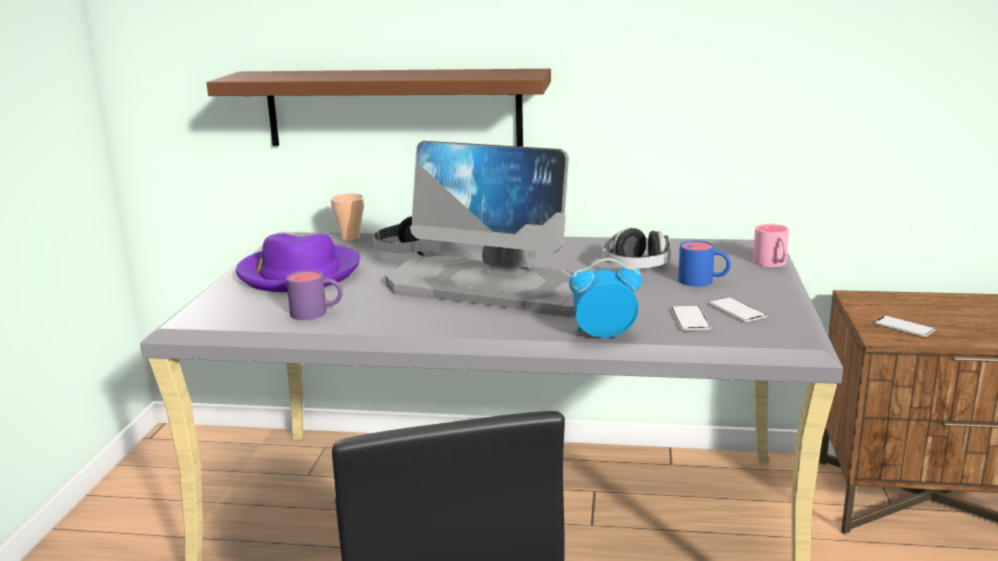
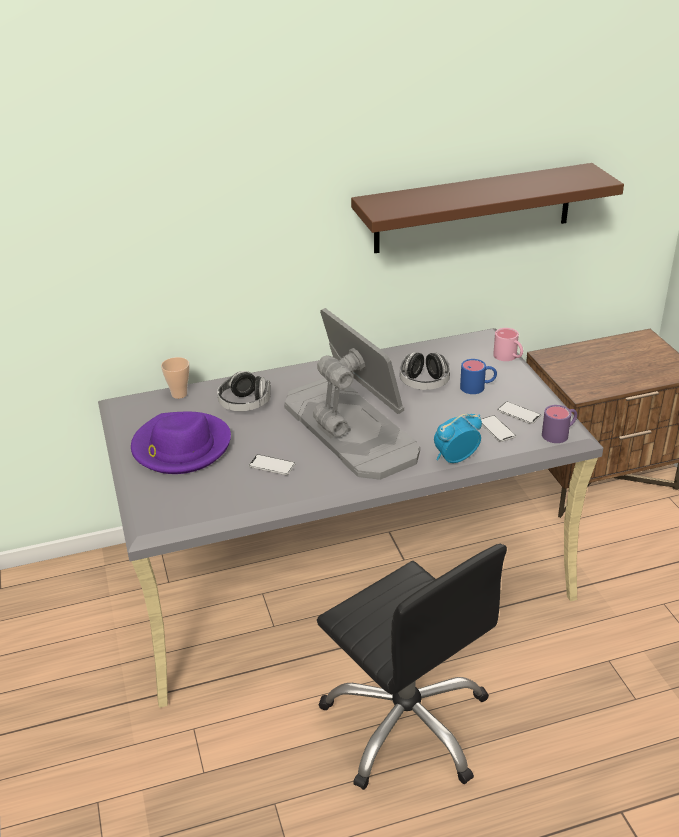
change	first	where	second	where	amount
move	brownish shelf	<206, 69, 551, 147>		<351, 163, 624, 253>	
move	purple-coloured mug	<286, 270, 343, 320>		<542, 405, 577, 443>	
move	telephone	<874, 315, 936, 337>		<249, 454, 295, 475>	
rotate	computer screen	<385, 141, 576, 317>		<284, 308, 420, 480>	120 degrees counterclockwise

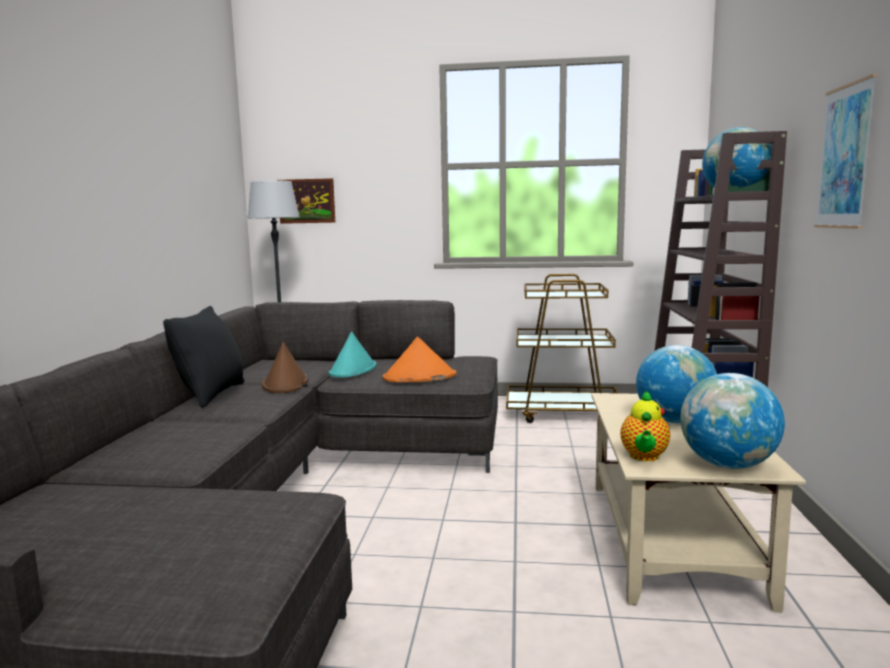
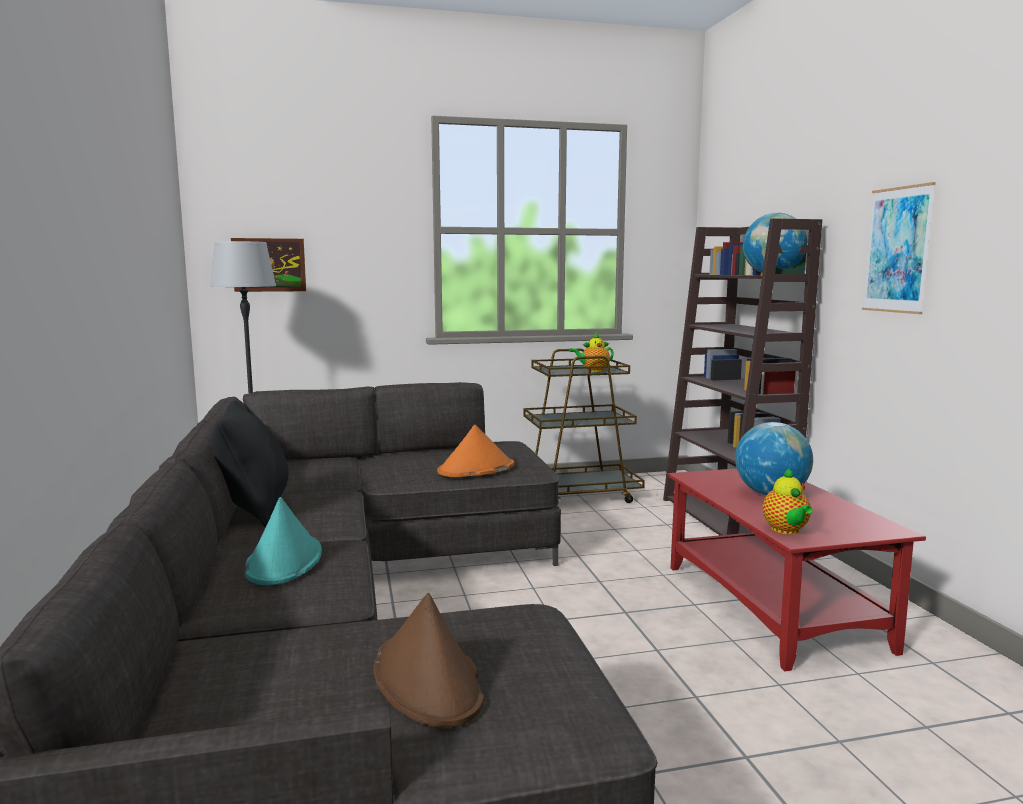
change	first	where	second	where	amount
delete	world globe	<680, 373, 785, 469>			
insert			tea pot	<569, 333, 614, 372>	
move	brownish clothing hat	<262, 342, 308, 393>		<374, 593, 485, 728>	
move	blue-green clothing hat	<328, 331, 377, 378>		<245, 497, 322, 585>	
recolor	sand-coloured low table	<591, 393, 806, 612>	reddish low table	<667, 468, 926, 671>	

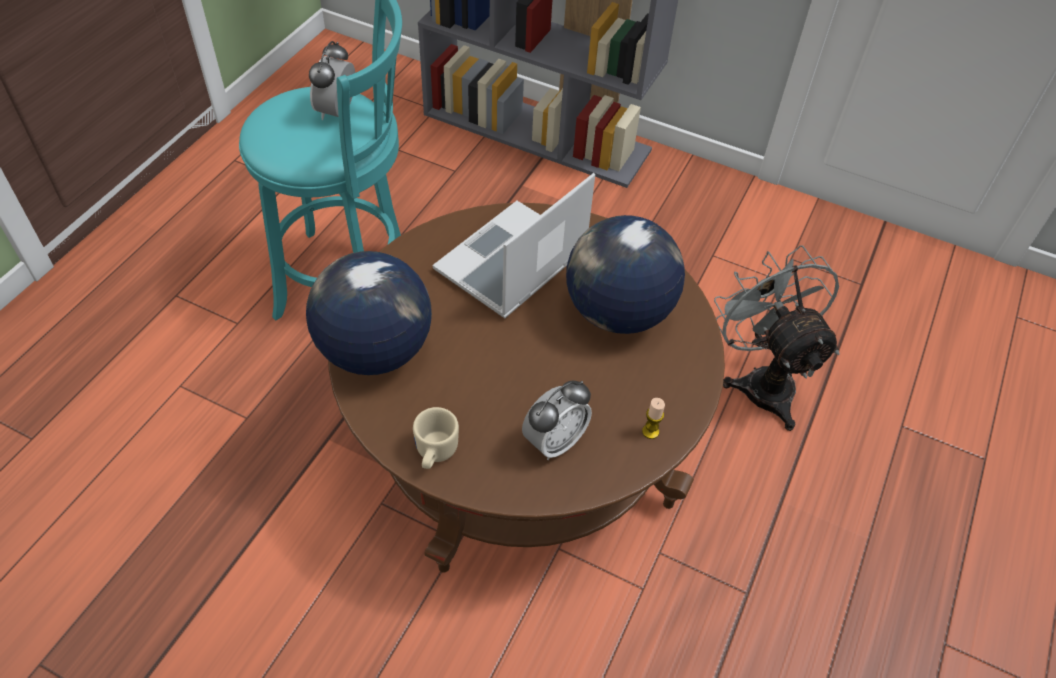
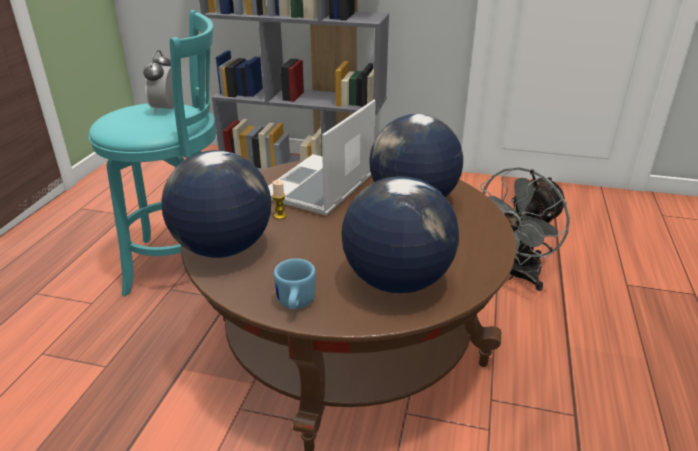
change	first	where	second	where	amount
move	wax light	<642, 398, 665, 439>		<272, 180, 287, 219>	
replace	table clock	<522, 381, 592, 460>	world globe	<341, 176, 459, 293>	
recolor	sand-coloured mug	<413, 407, 459, 469>	blue-coloured mug	<274, 258, 316, 309>	
rotate	gray cooling fan	<714, 245, 840, 431>		<480, 167, 570, 291>	105 degrees counterclockwise

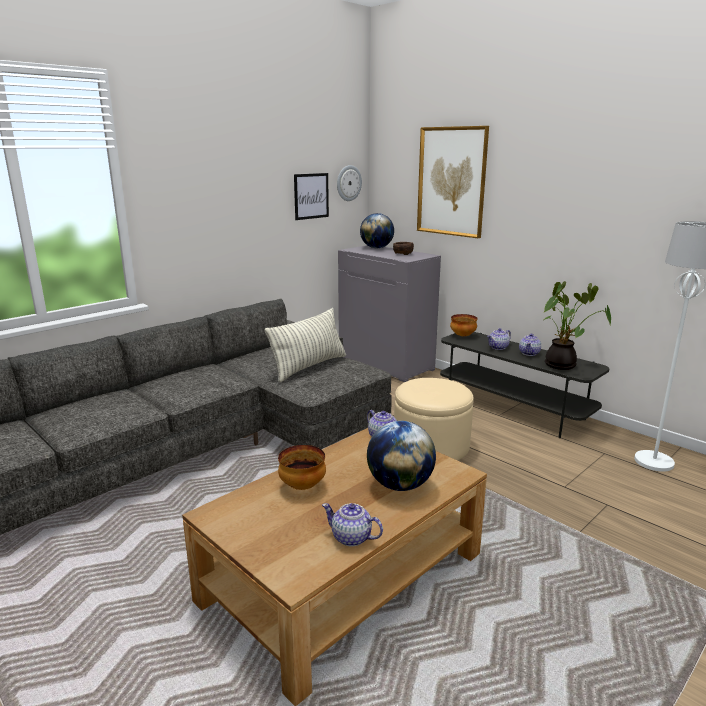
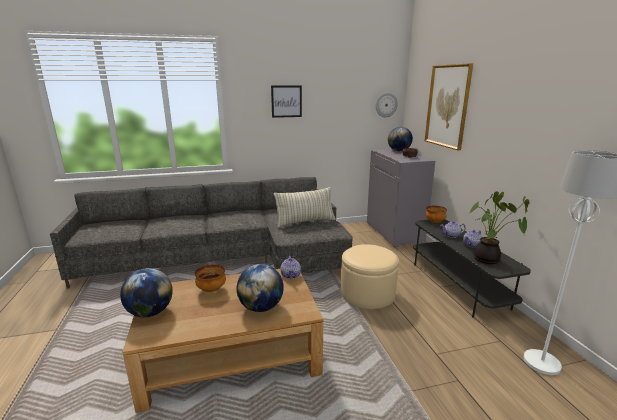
change	first	where	second	where	amount
delete	tea pot	<322, 503, 383, 546>			
insert			world globe	<120, 268, 173, 317>	
move	picture	<294, 173, 329, 220>		<271, 85, 302, 118>	

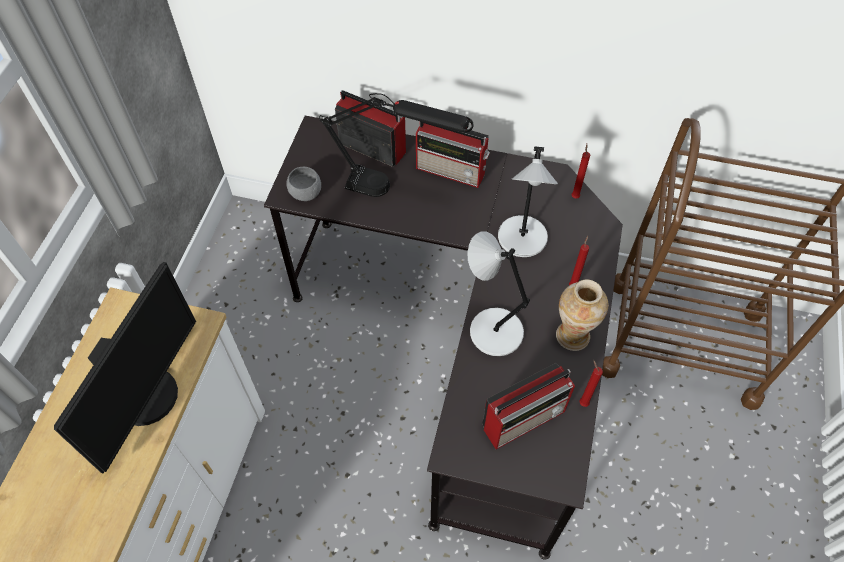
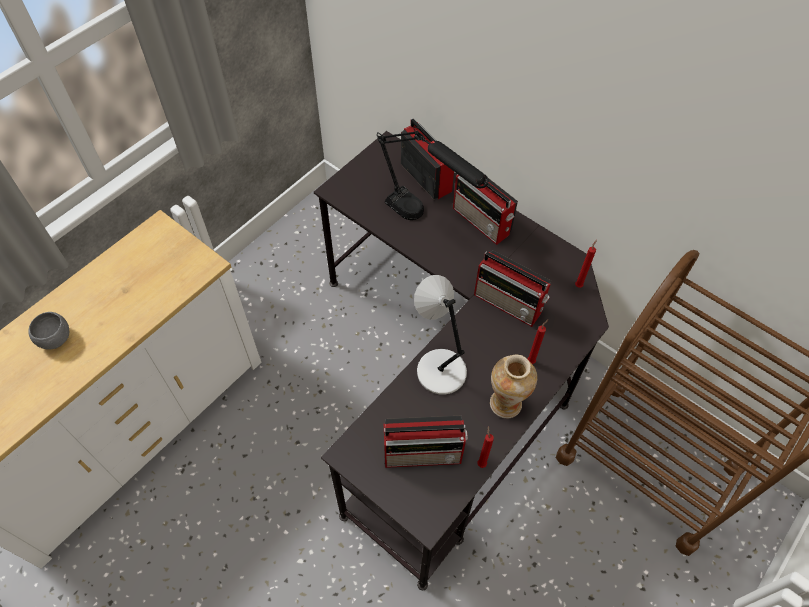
change	first	where	second	where	amount
delete	computer screen	<54, 262, 196, 473>			
move	gray deep dish	<286, 167, 321, 201>		<29, 312, 69, 350>	
replace	gray lamp for a table	<498, 146, 558, 257>	radio set	<474, 250, 551, 327>	

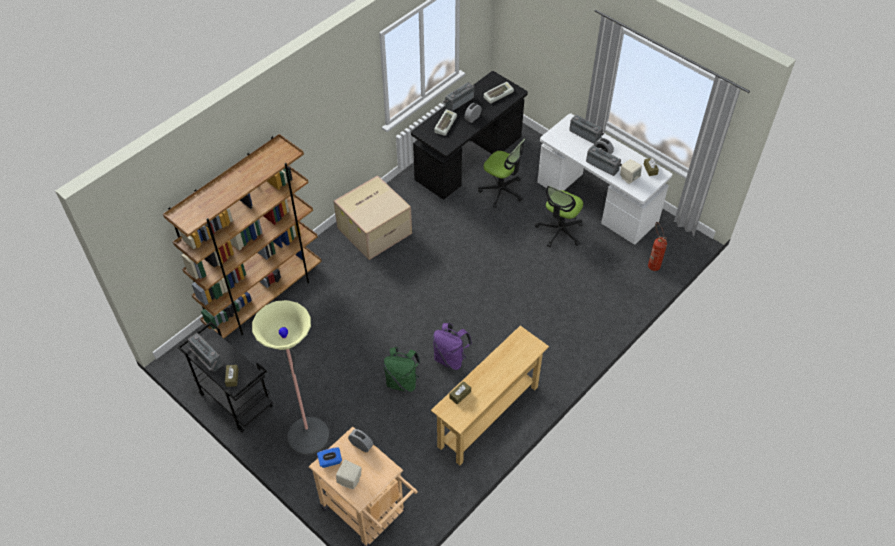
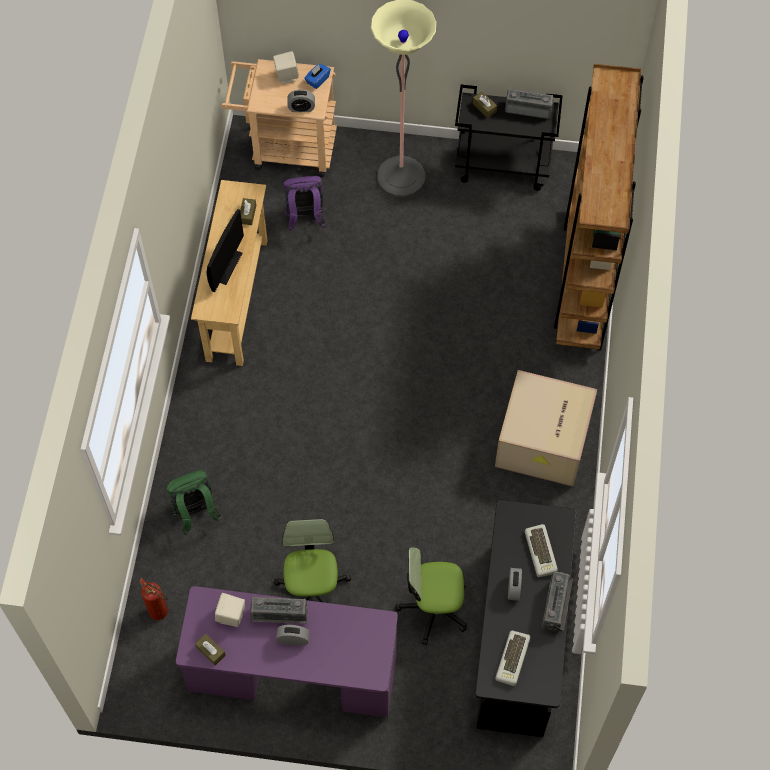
change	first	where	second	where	amount
delete	radio set	<569, 115, 604, 144>			
insert			computer screen	<206, 209, 244, 292>	
move	greenish knapsack	<383, 347, 420, 392>		<167, 470, 222, 534>	
move	purple-coloured knapsack	<433, 323, 472, 370>		<283, 176, 327, 231>	
recolor	whitish desk	<537, 114, 672, 245>	purple-coloured desk	<176, 586, 398, 717>	

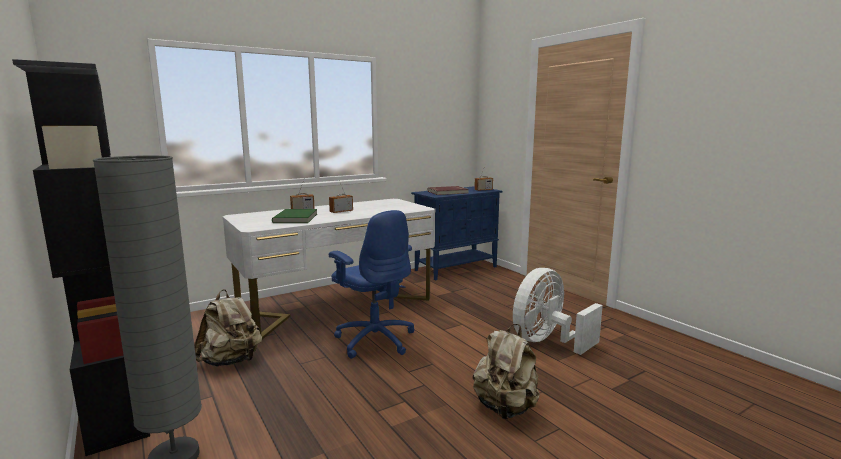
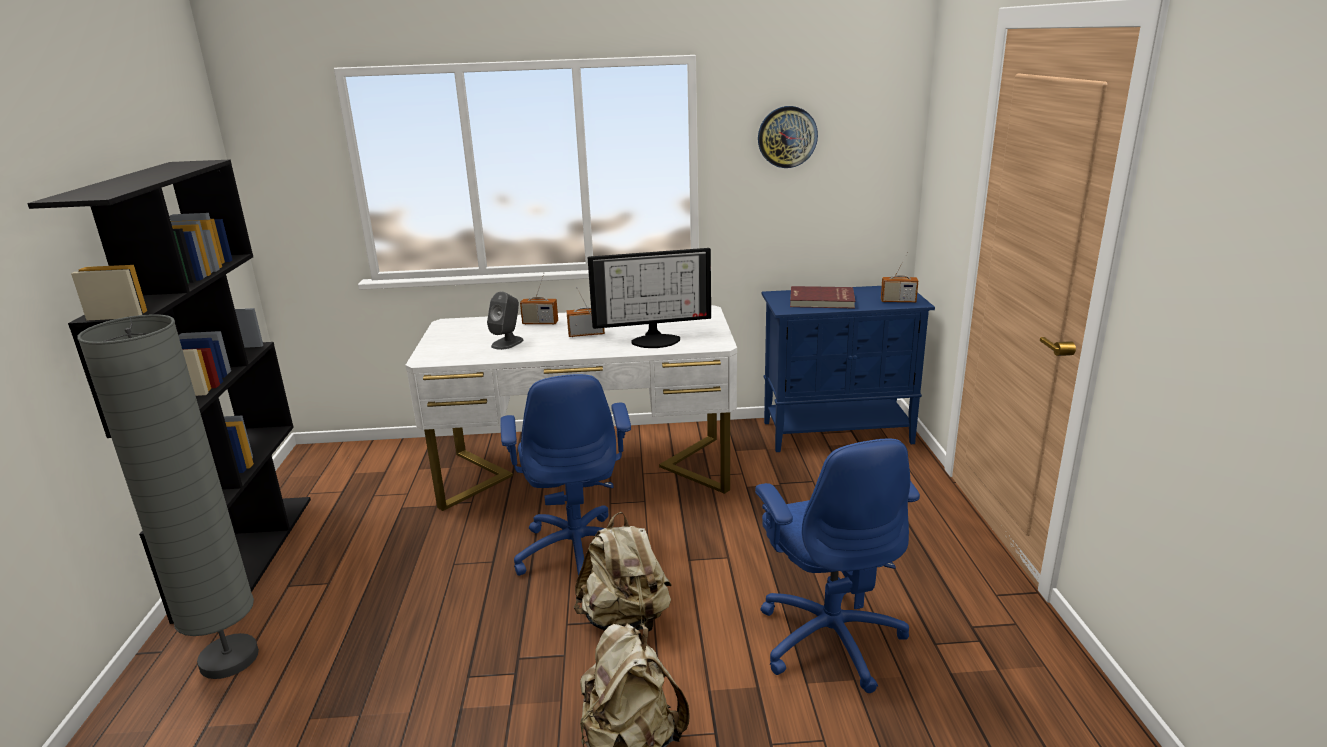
change	first	where	second	where	amount
insert			computer screen	<588, 248, 711, 348>	
insert			wall clock	<758, 106, 818, 168>	
move	sand-coloured knapsack	<194, 289, 262, 367>		<573, 512, 672, 632>	
replace	greenish volume	<272, 209, 317, 223>	gray loudspeaker	<487, 291, 523, 350>	
replace	whitish cooling fan	<513, 268, 603, 355>	blue-coloured office chair	<755, 438, 920, 693>	

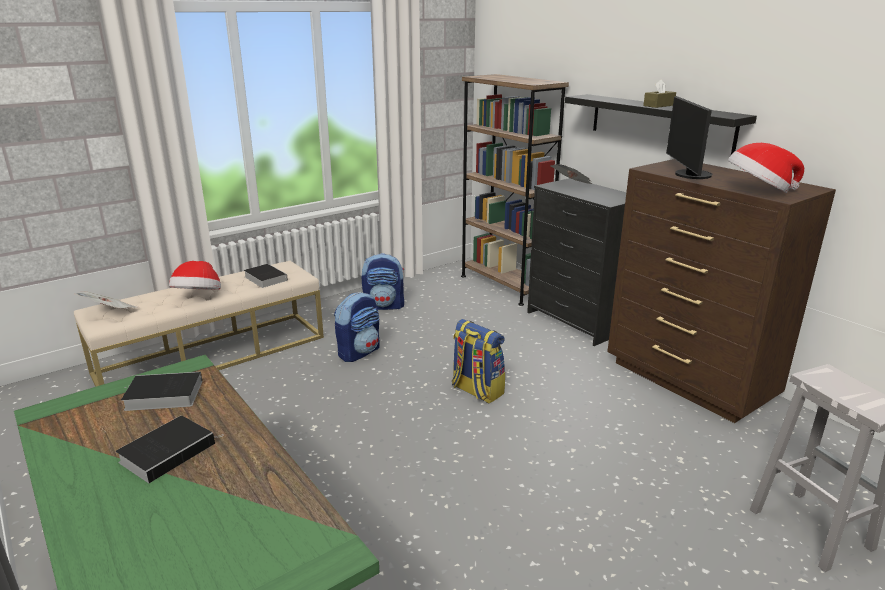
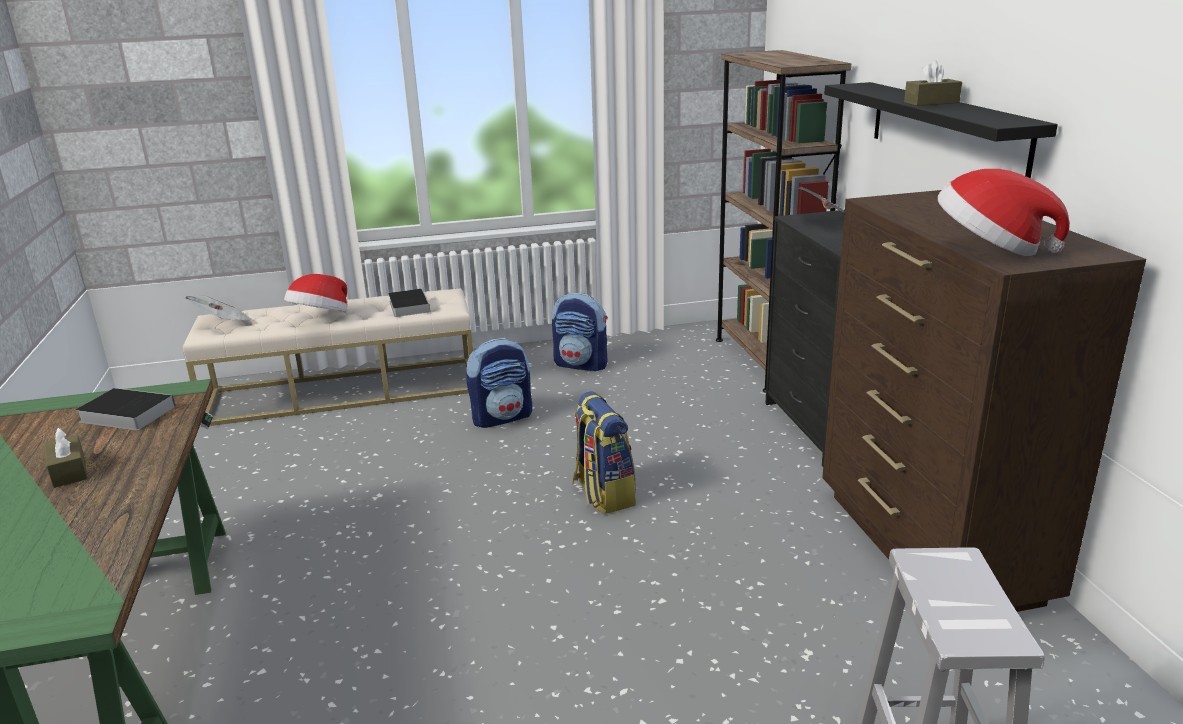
change	first	where	second	where	amount
delete	computer screen	<666, 96, 713, 179>			
replace	volume	<116, 416, 224, 483>	brownish box of tissues	<45, 428, 88, 488>	

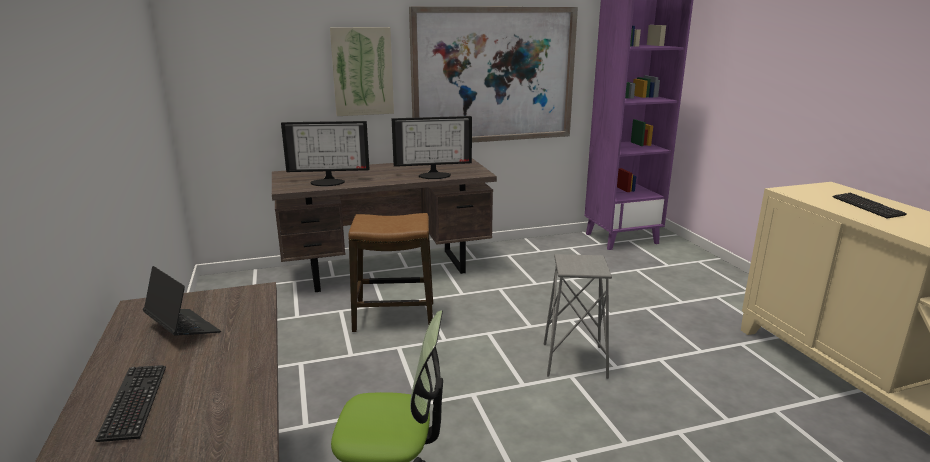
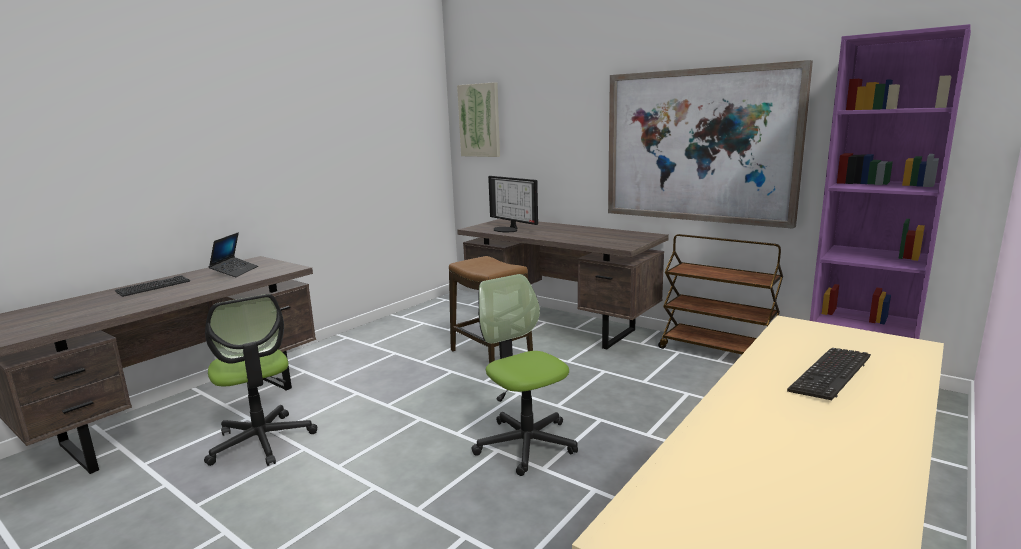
change	first	where	second	where	amount
delete	computer screen	<392, 116, 472, 179>			
insert			brownish trolley	<658, 234, 783, 354>	
move	picture	<330, 27, 394, 116>		<457, 82, 500, 157>	
replace	gray sitting stool	<544, 254, 612, 379>	office chair	<472, 274, 578, 476>	

